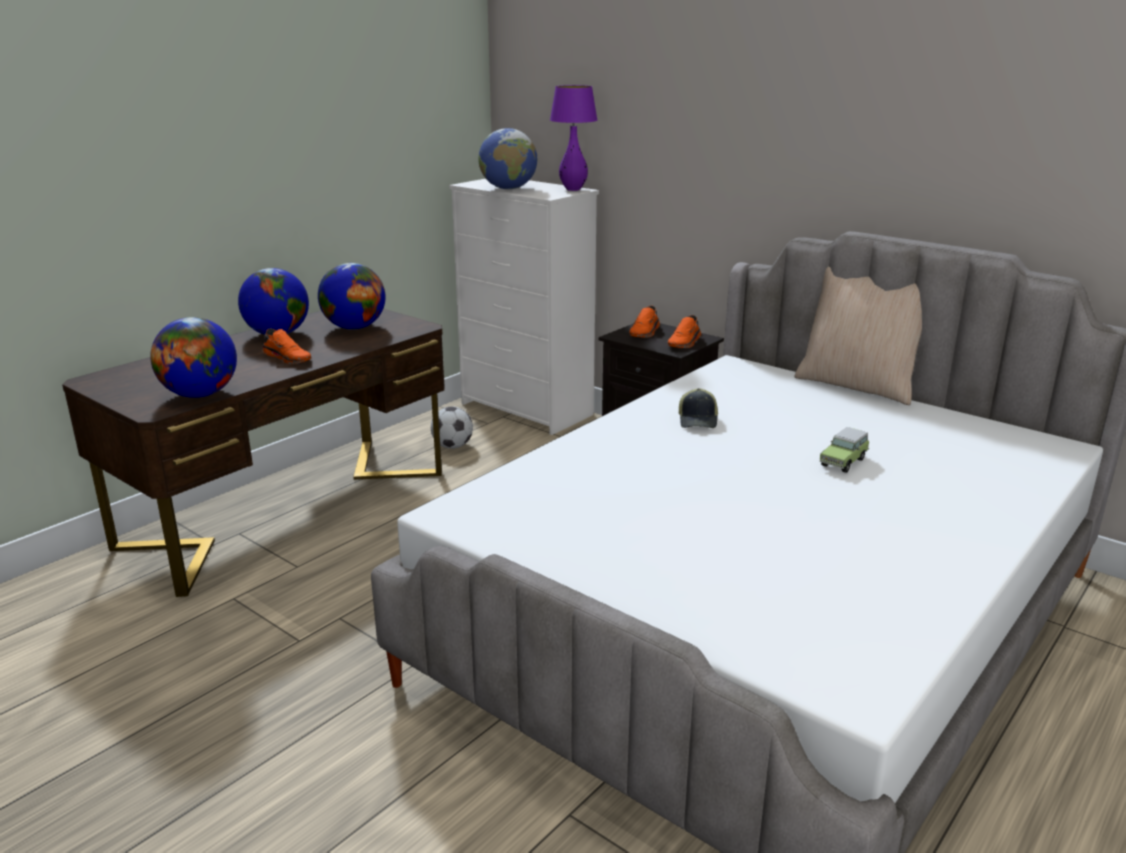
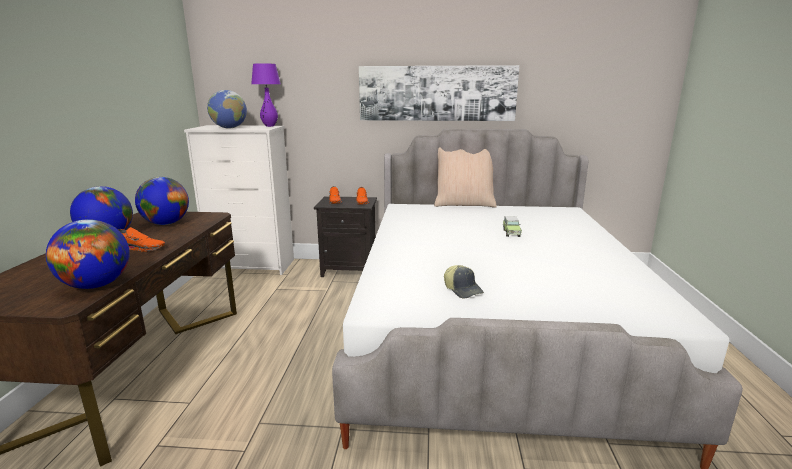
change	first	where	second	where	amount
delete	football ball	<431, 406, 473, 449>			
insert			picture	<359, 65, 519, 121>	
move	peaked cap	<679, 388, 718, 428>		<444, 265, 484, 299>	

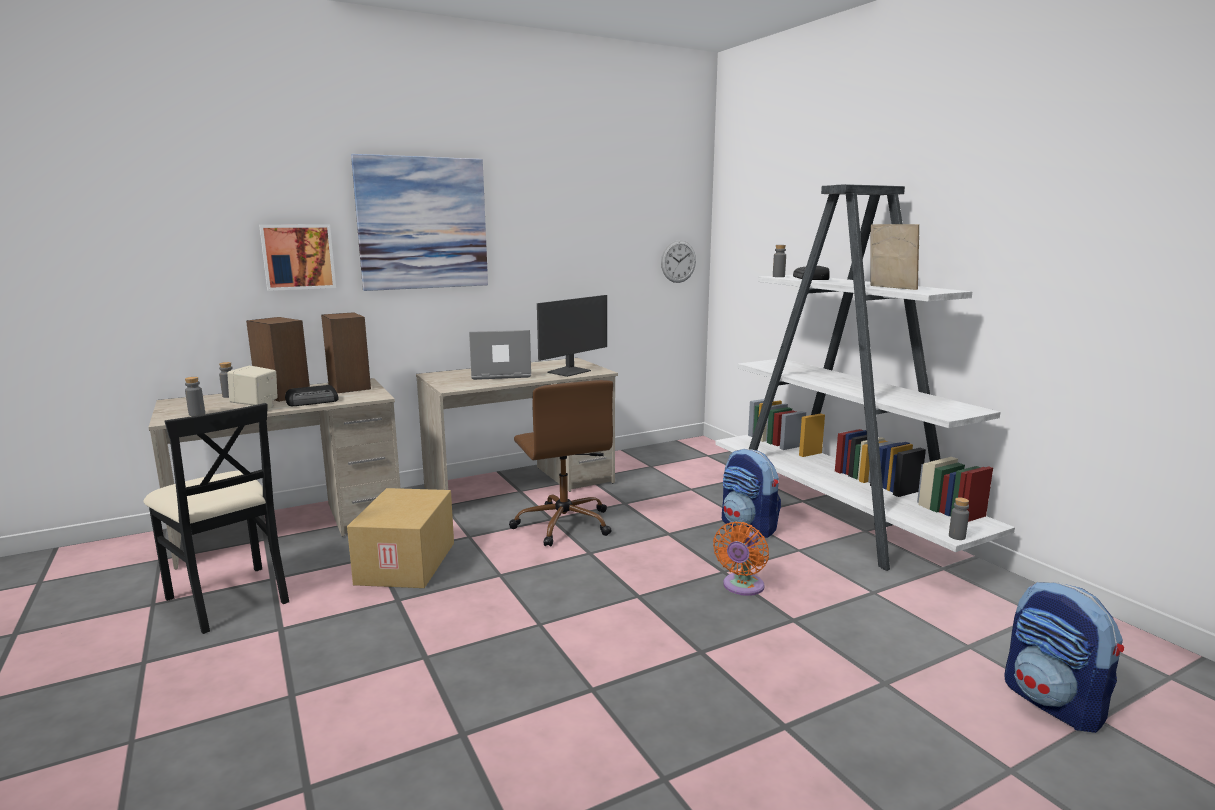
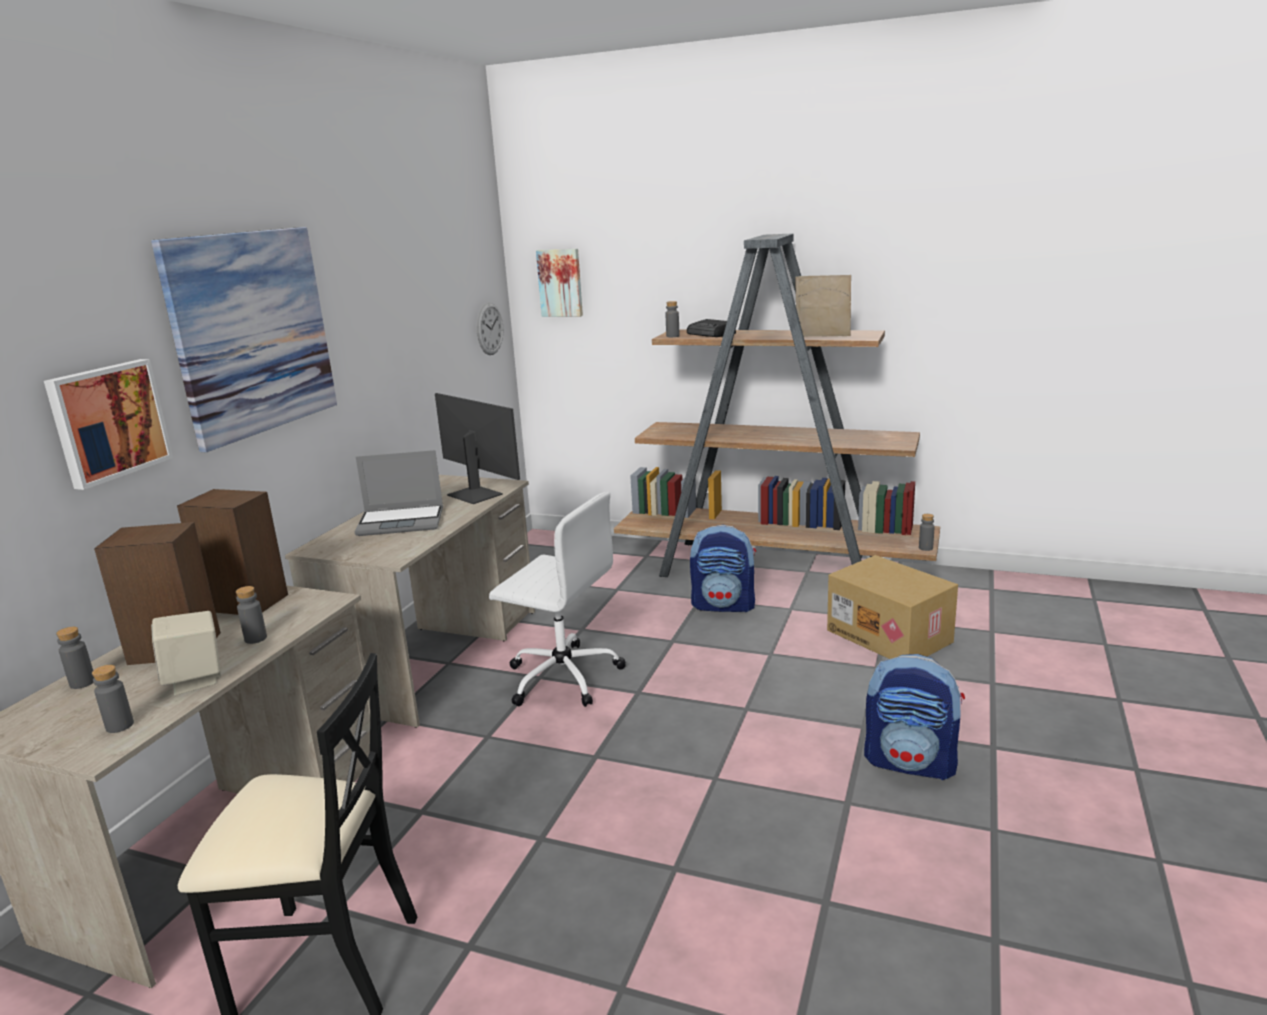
change	first	where	second	where	amount
delete	orange-coloured cooling fan	<713, 522, 769, 596>			
insert			picture	<536, 249, 583, 317>	
move	carton	<347, 488, 454, 588>		<827, 555, 958, 659>	
move	knapsack	<1004, 582, 1124, 733>		<864, 654, 965, 780>	
replace	radio set	<285, 385, 339, 406>	gray drink bottle	<236, 586, 267, 644>	
recolor	brownish office chair	<509, 380, 613, 546>	whitish office chair	<489, 492, 626, 707>	
recolor	whitish bookshelf	<715, 184, 1015, 571>	brownish bookshelf	<614, 233, 940, 577>	
rotate	portable computer	<469, 330, 531, 380>		<354, 450, 443, 536>	135 degrees counterclockwise
rotate	computer screen	<537, 295, 607, 377>		<435, 393, 520, 504>	45 degrees counterclockwise

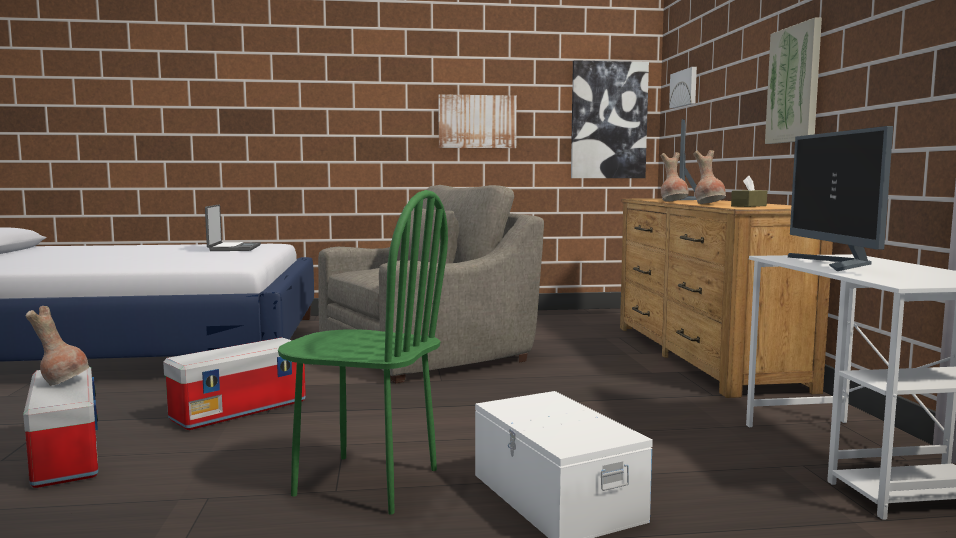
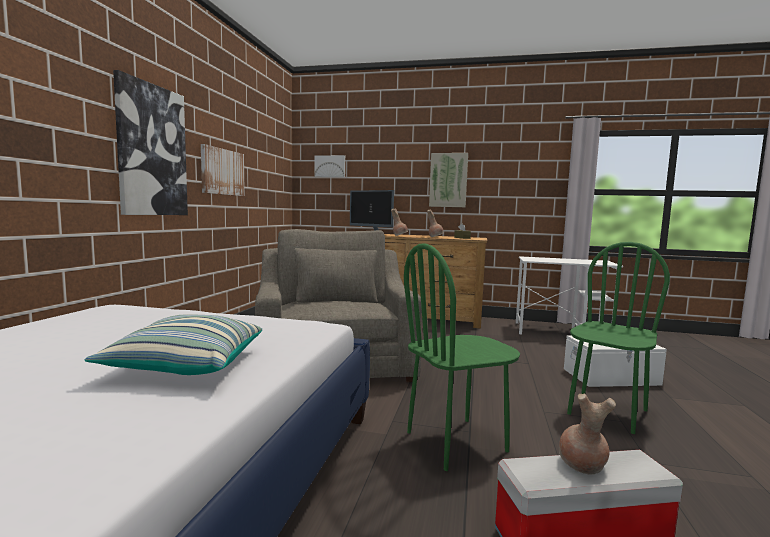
change	first	where	second	where	amount
delete	portable computer	<205, 205, 261, 251>			
delete	computer screen	<788, 126, 893, 271>			
insert			throw pillow	<85, 314, 262, 375>	
move	picture	<571, 60, 649, 178>		<113, 70, 188, 215>	
replace	storage box	<163, 338, 306, 430>	greenish plain chair	<404, 243, 520, 471>	

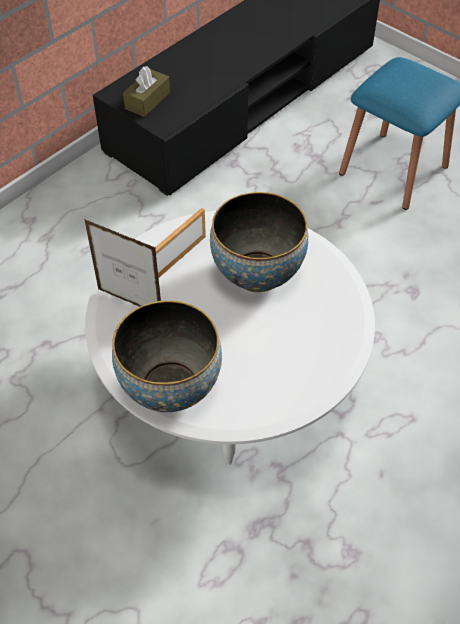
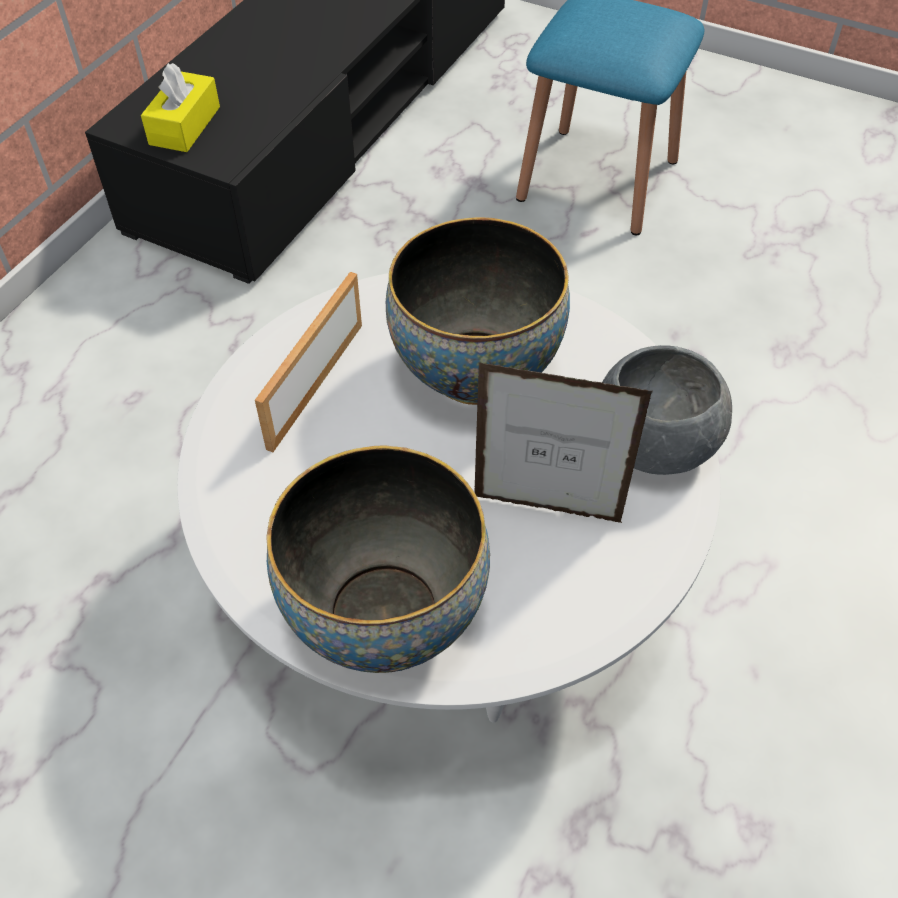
change	first	where	second	where	amount
insert			gray deep dish	<602, 345, 732, 475>	
move	standing frame	<84, 219, 161, 307>		<474, 362, 653, 523>	
recolor	brownish box of tissues	<123, 66, 170, 117>	yellow box of tissues	<141, 63, 220, 152>	

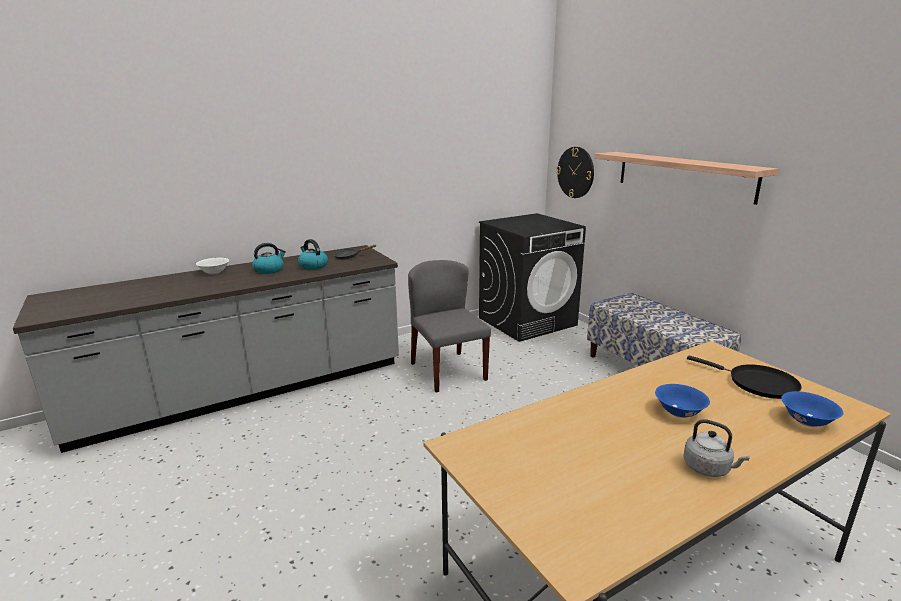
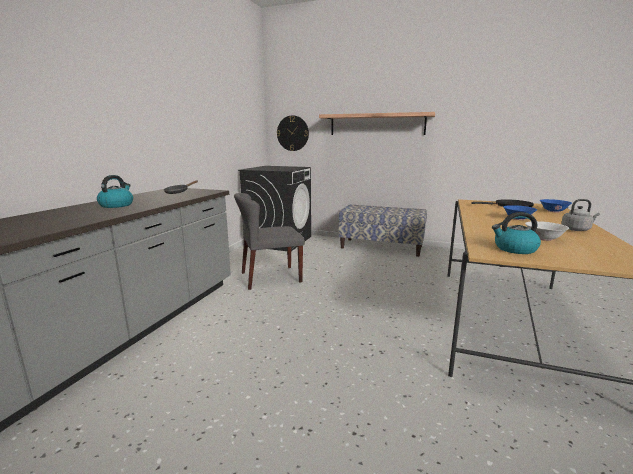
change	first	where	second	where	amount
move	whitish deep dish	<196, 258, 229, 275>		<525, 221, 569, 241>	
move	tea kettle	<298, 239, 328, 270>		<492, 212, 541, 254>	
rotate	gray plain chair	<408, 260, 491, 393>		<234, 193, 305, 290>	45 degrees counterclockwise

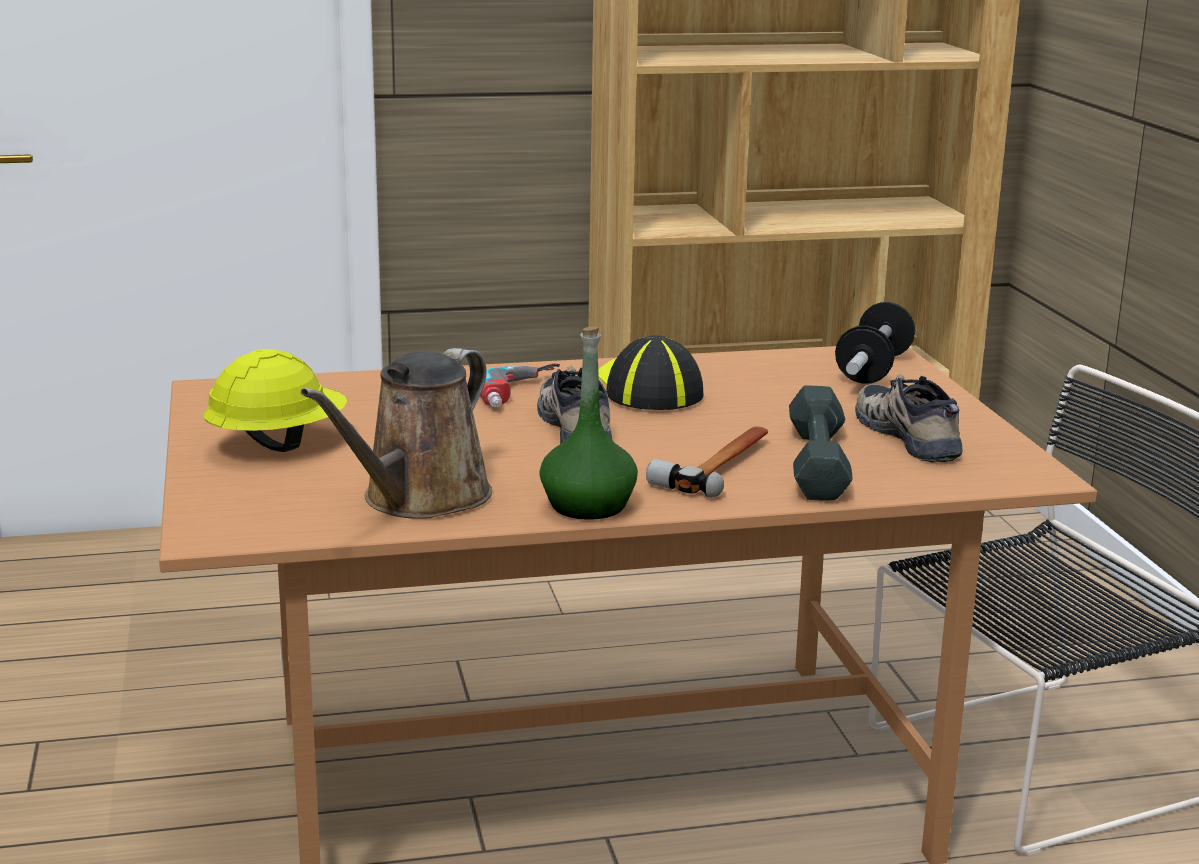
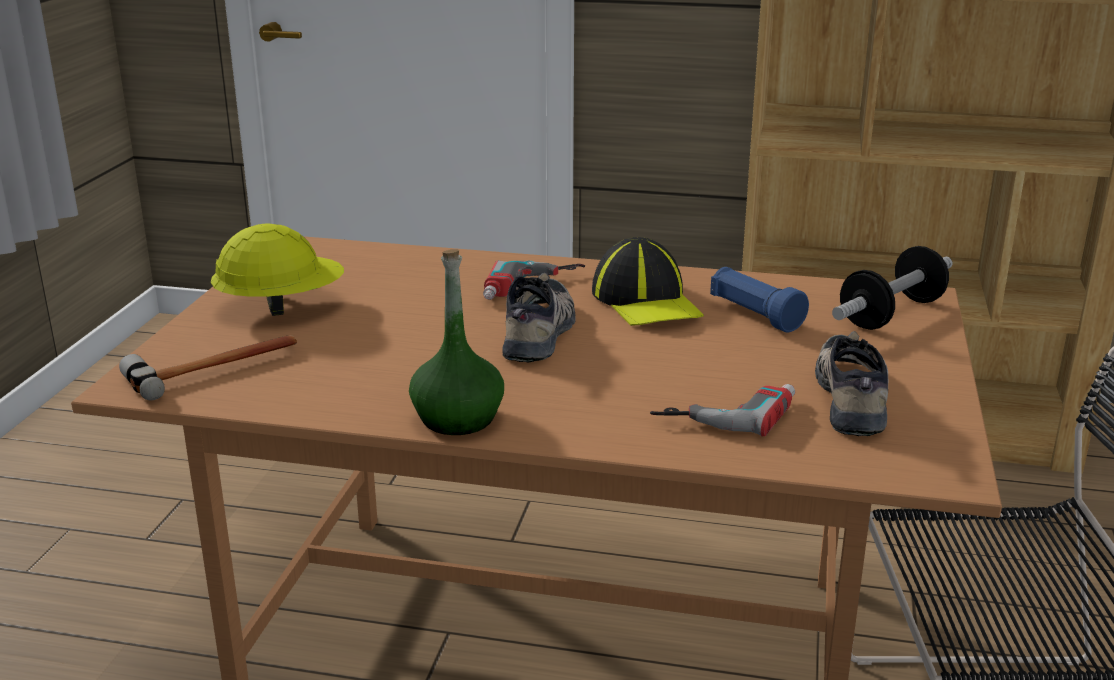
change	first	where	second	where	amount
delete	brownish sprinkling can	<301, 348, 492, 519>			
insert			blue-coloured flashlight	<710, 267, 809, 333>	
move	tool hammer	<646, 426, 768, 498>		<119, 335, 297, 400>	
replace	gray free weight	<789, 385, 853, 501>	electric drill	<650, 384, 795, 437>	
rotate	peaked cap	<598, 335, 703, 410>		<592, 237, 704, 326>	150 degrees clockwise

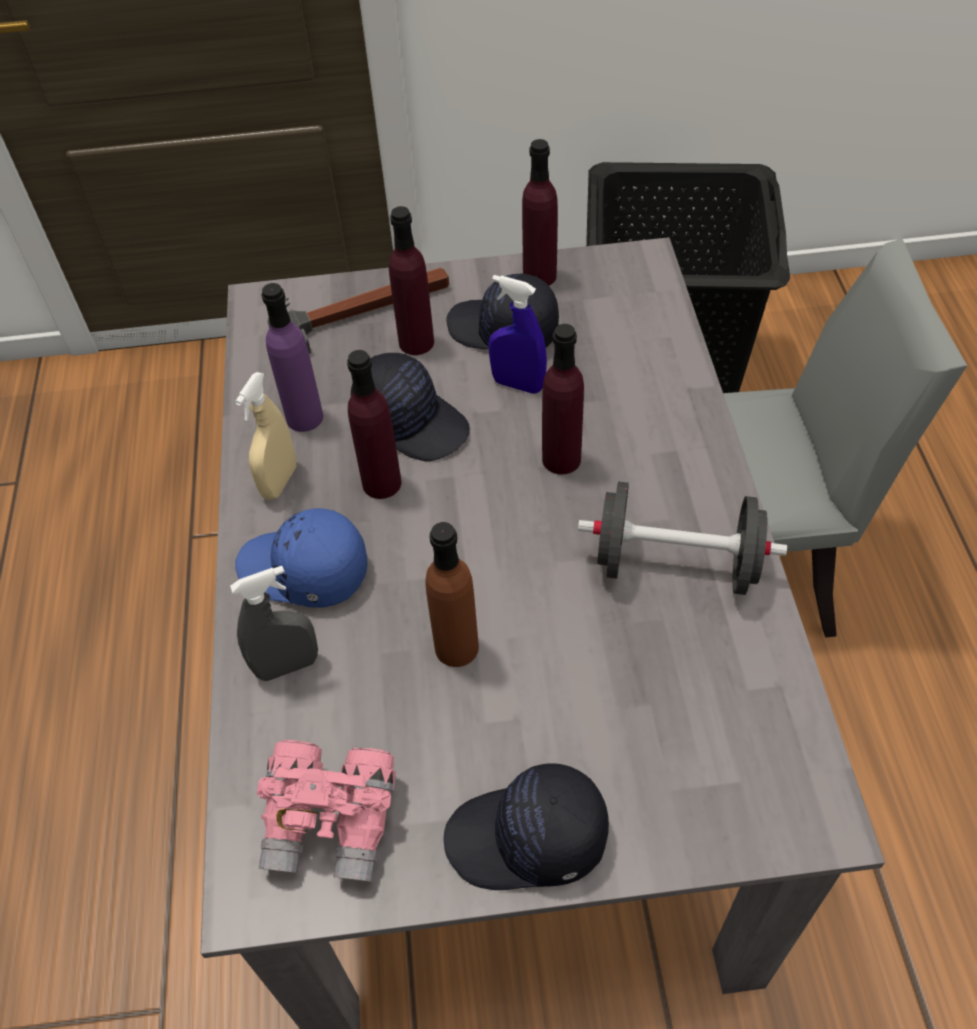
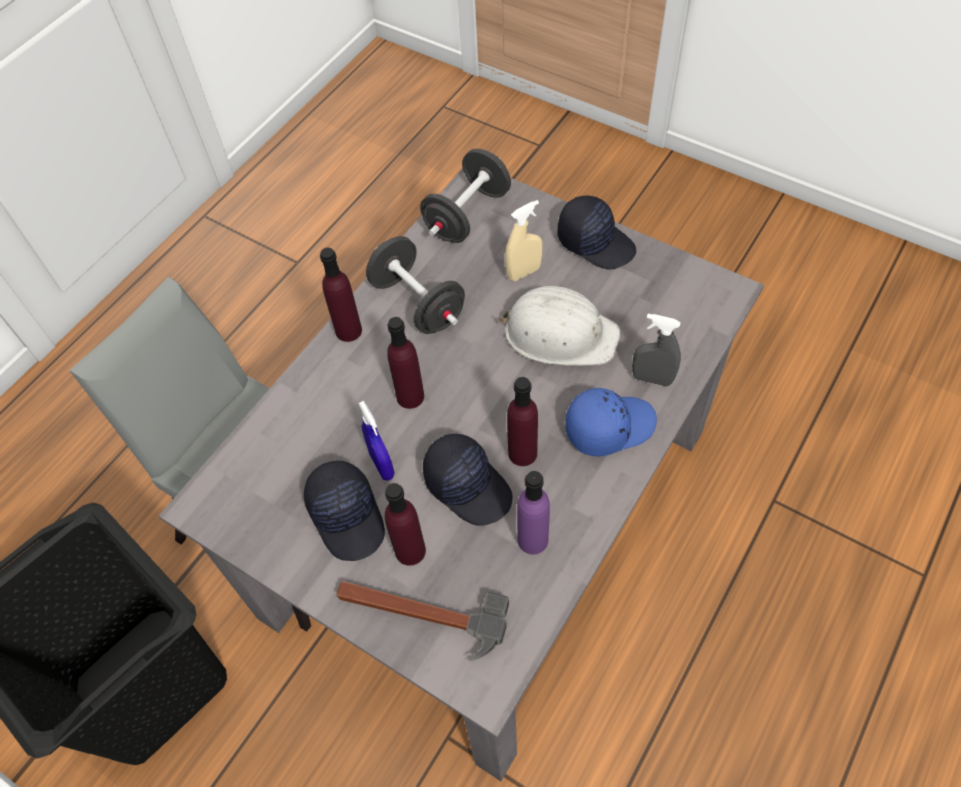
change	first	where	second	where	amount
delete	pinkish binoculars	<257, 740, 396, 882>			
insert			black free weight	<420, 149, 511, 243>	
move	sand-coloured hand sprayer	<235, 372, 296, 500>		<505, 200, 543, 281>	
move	purple-coloured drink bottle	<522, 139, 558, 286>		<320, 248, 362, 342>	
replace	brownish drink bottle	<425, 522, 479, 667>	whitish hard hat	<498, 286, 621, 366>	
rotate	blue-coloured peaked cap	<235, 508, 367, 608>		<565, 388, 657, 456>	75 degrees counterclockwise
rotate	black peaked cap	<351, 353, 470, 461>		<423, 434, 513, 526>	150 degrees clockwise

